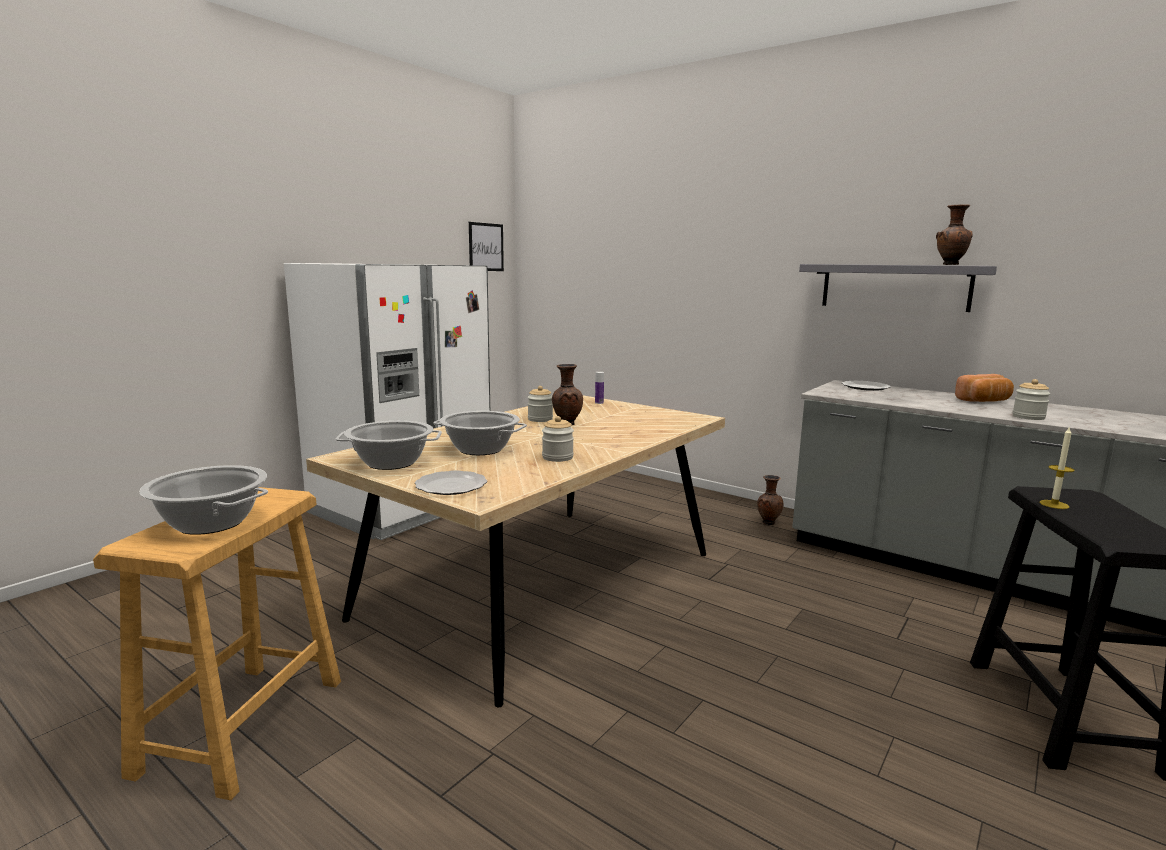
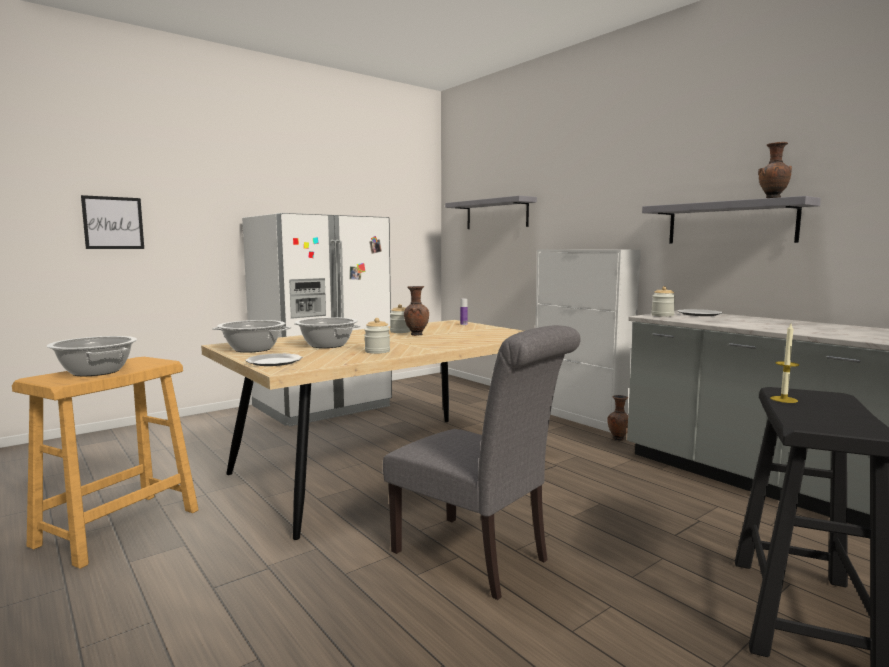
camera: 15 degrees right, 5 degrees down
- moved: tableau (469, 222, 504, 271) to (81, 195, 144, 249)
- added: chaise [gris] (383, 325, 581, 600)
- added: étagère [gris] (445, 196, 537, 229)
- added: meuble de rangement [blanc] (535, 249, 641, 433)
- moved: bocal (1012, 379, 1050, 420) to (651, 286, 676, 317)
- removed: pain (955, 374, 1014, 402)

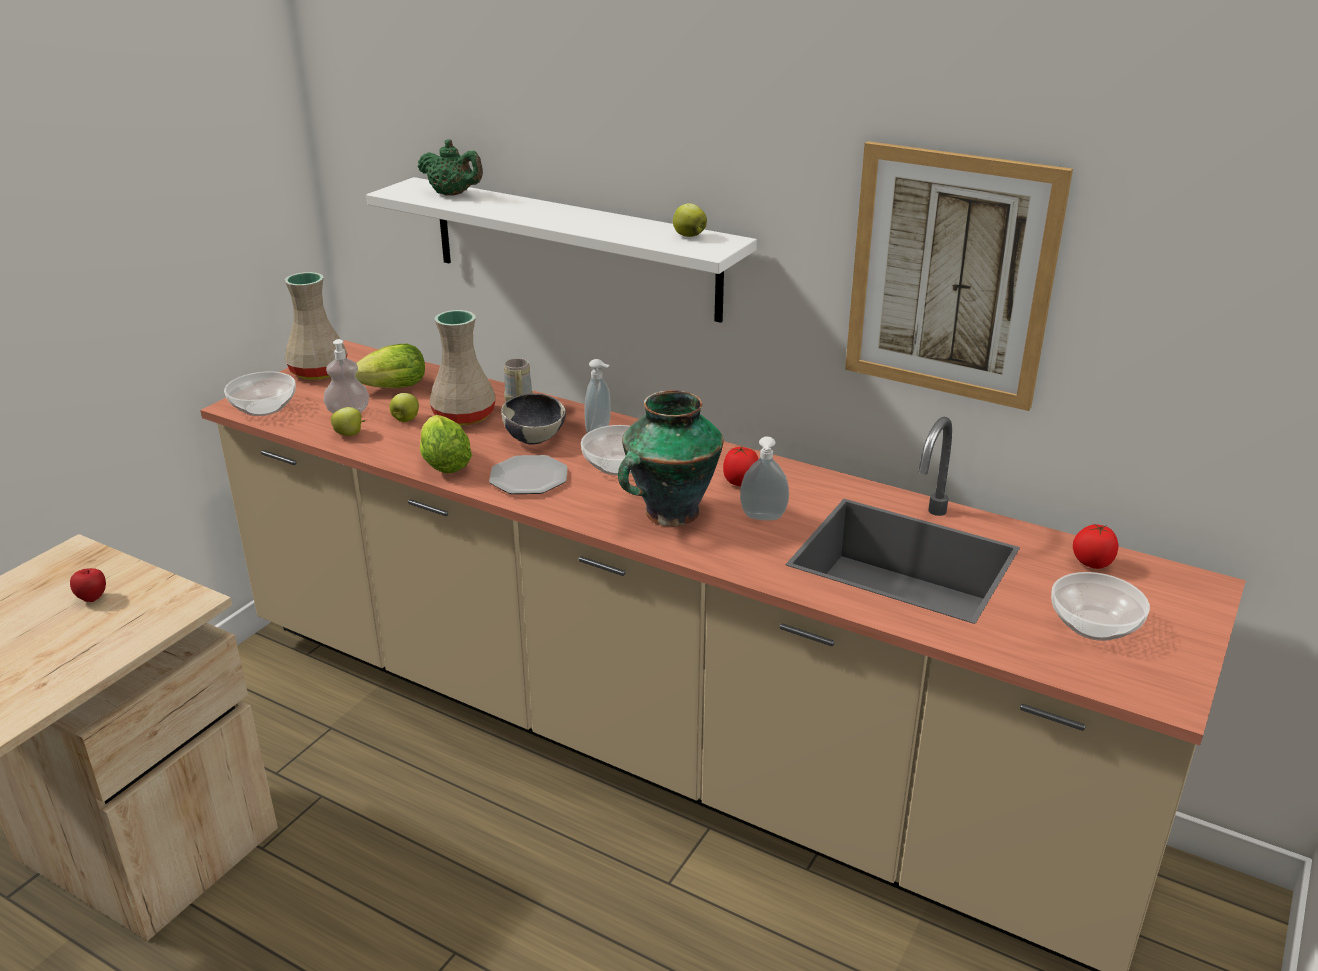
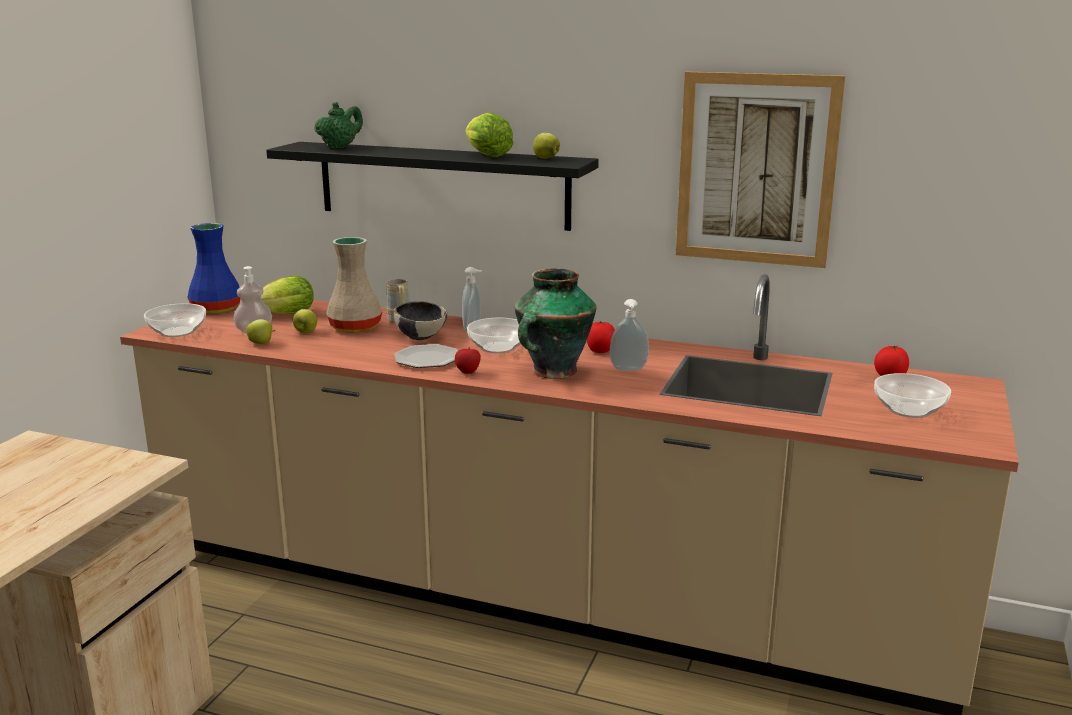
camera: 10 degrees left, 10 degrees down
- recoloured: vase [beige] (284, 272, 347, 380) to vase [bleu] (187, 223, 240, 313)
- recoloured: étagère [blanc] (366, 177, 757, 323) to étagère [noir] (266, 142, 599, 231)
- turned: théière [vert] (418, 139, 483, 196) = (315, 102, 363, 149) 75 degrees counterclockwise
- moved: pomme (70, 568, 106, 602) to (455, 347, 481, 374)
- moved: laitue (420, 415, 472, 473) to (465, 113, 513, 157)

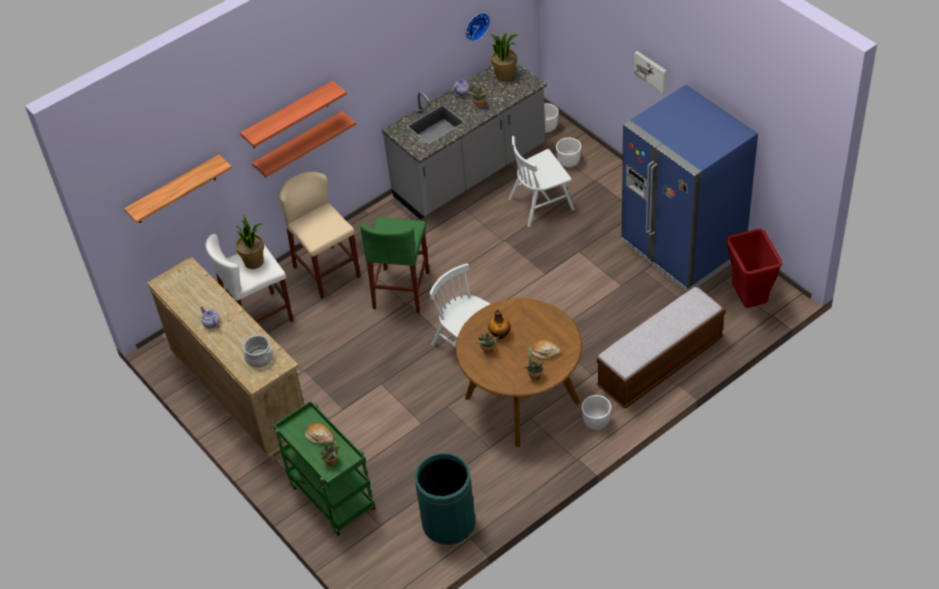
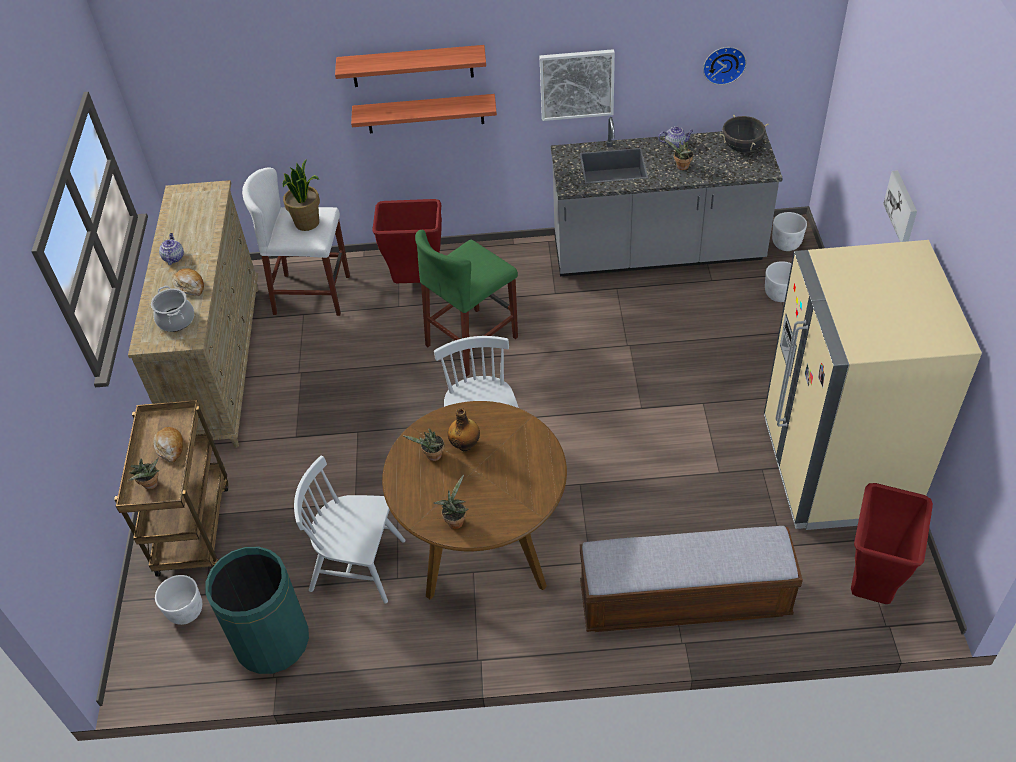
camera: 35 degrees right, 0 degrees up
- recoloured: chariot [vert] (273, 401, 376, 535) to chariot [marron] (114, 400, 228, 577)
- moved: cache-pot [blanc] (582, 395, 611, 430) to (155, 575, 202, 625)
- moved: pain (531, 340, 561, 358) to (172, 268, 204, 296)
- moved: chaise [blanc] (508, 136, 574, 227) to (294, 456, 406, 604)
- replaced: tabouret [beige] (279, 172, 360, 298) to poubelle [rouge] (372, 199, 442, 283)
- added: tableau (539, 49, 615, 121)
- replaced: plante en pot (490, 33, 519, 82) to marmite [noir] (719, 114, 769, 152)
- recoloured: réfrigérateur [bleu] (621, 85, 758, 292) to réfrigérateur [beige] (764, 240, 982, 530)
- removed: étagère (124, 155, 232, 223)

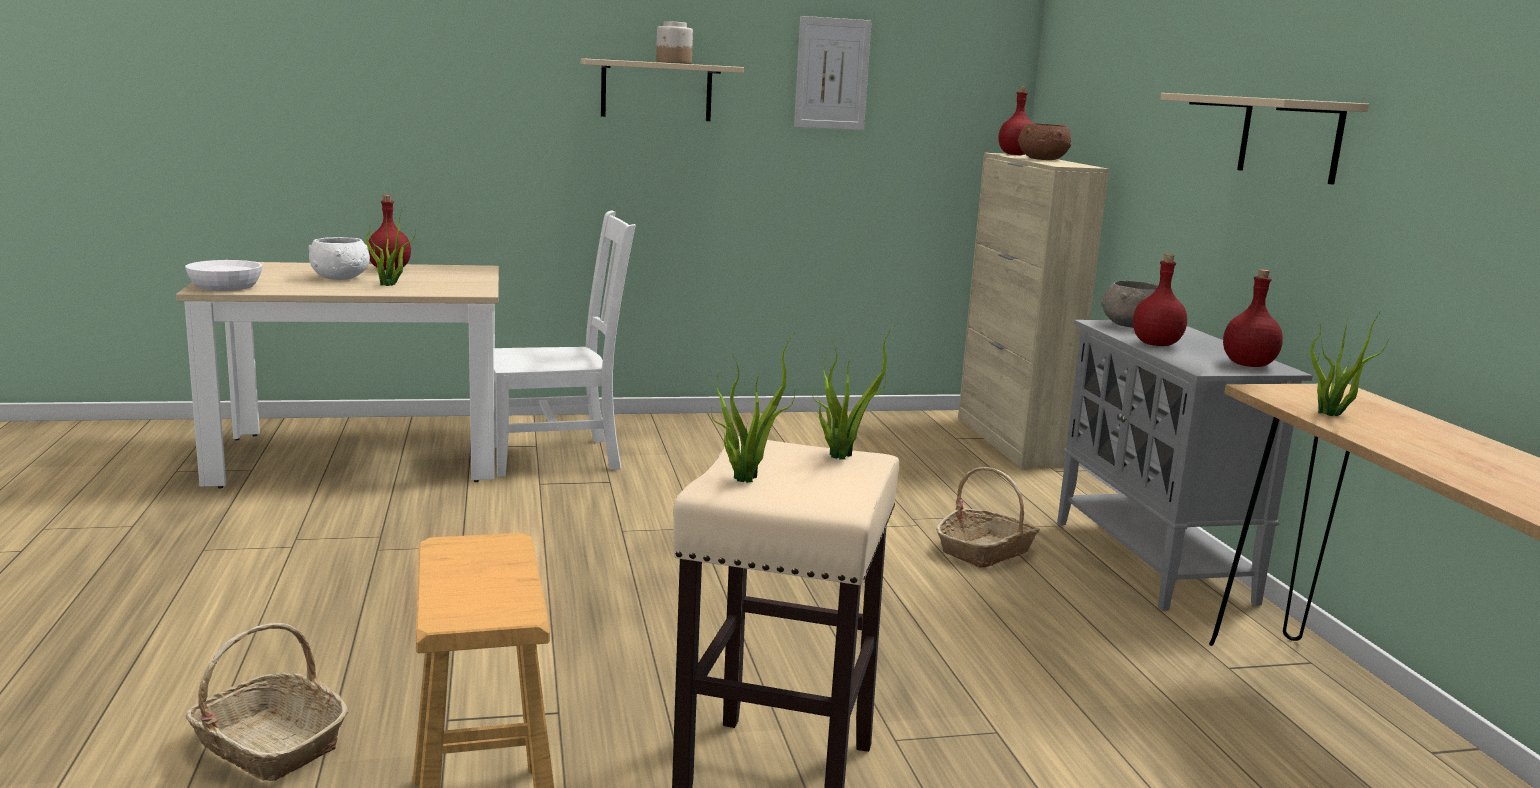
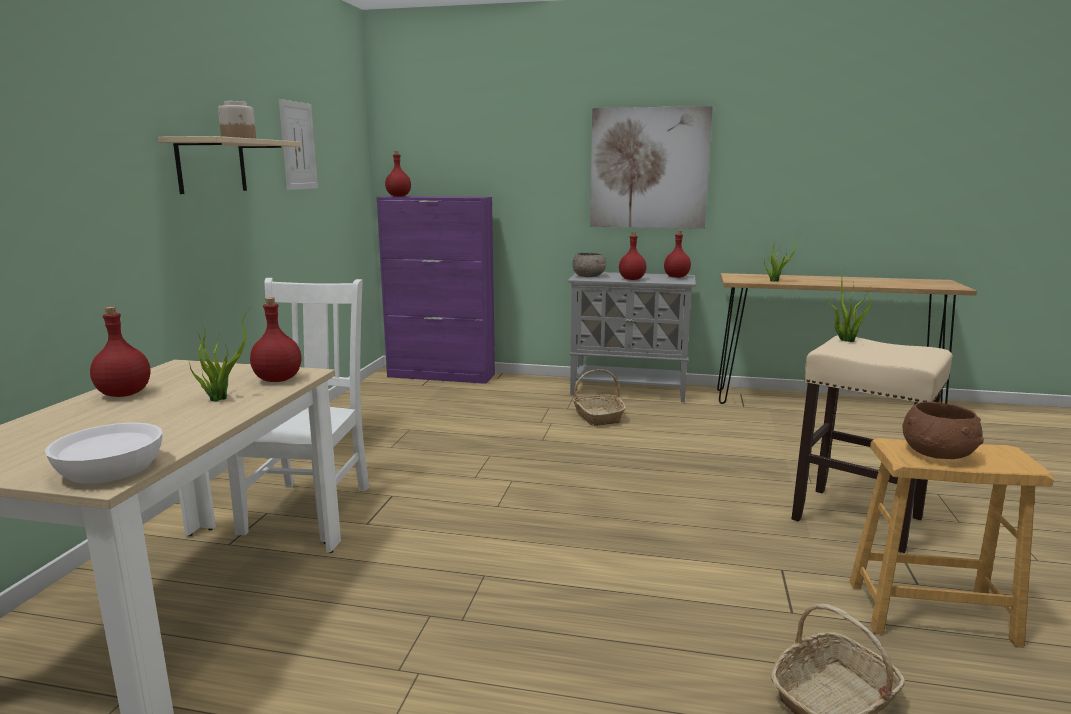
camera: 65 degrees left, 0 degrees up
- added: bouteille [rouge] (250, 297, 301, 382)
- recoloured: meuble de rangement [beige] (958, 153, 1109, 468) to meuble de rangement [violet] (377, 196, 495, 384)
- replaced: étagère [beige] (1160, 93, 1369, 185) to tableau (590, 106, 713, 229)
- moved: bol [marron] (1018, 123, 1071, 160) to (902, 402, 984, 459)
- removed: bol [blanc] (308, 237, 370, 280)
- removed: plante en pot (711, 332, 795, 483)

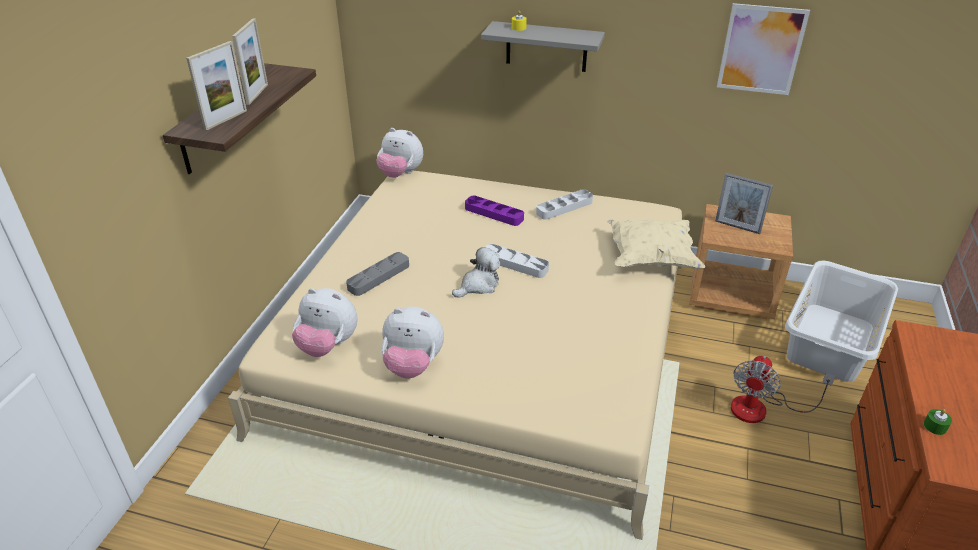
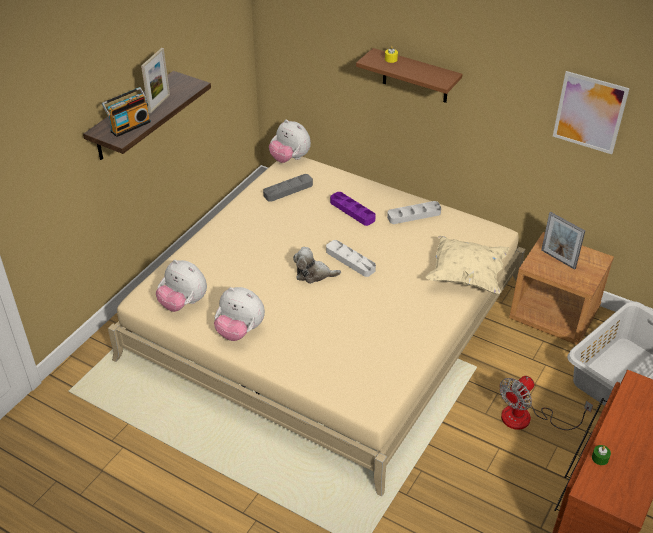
camera: 15 degrees right, 5 degrees up
- replaced: cadre photo (186, 41, 247, 130) to radio (102, 87, 151, 137)
- moved: plateau [gris] (346, 252, 409, 296) to (263, 174, 313, 202)
- turned: peluche (452, 247, 500, 298) = (293, 247, 341, 284) 150 degrees counterclockwise
- recoloured: étagère [gris] (481, 21, 605, 72) to étagère [marron] (356, 48, 462, 103)

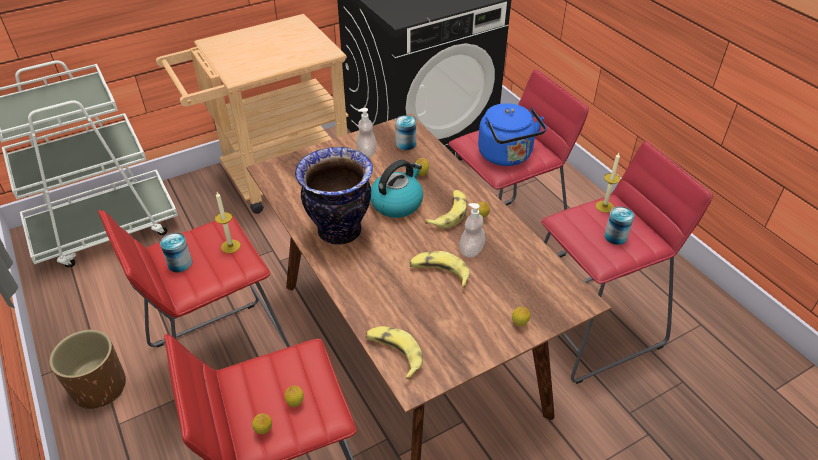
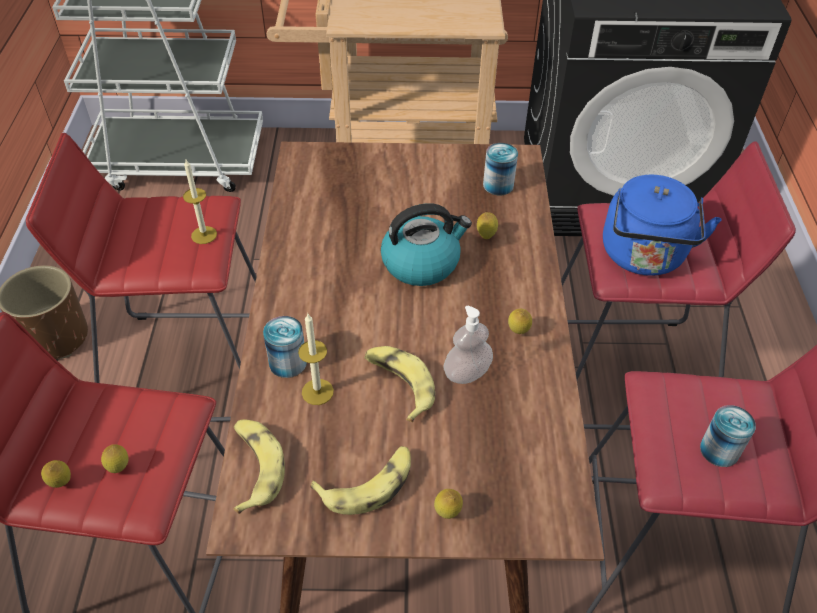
camera: 30 degrees right, 5 degrees up
- moved: boîte métallique (160, 233, 192, 273) to (263, 316, 307, 378)
- moved: bougie (596, 153, 620, 213) to (298, 314, 334, 405)
- moved: banane (425, 190, 467, 228) to (310, 446, 411, 515)
- removed: vase (295, 147, 373, 245)
- removed: distributeur de savon (356, 108, 377, 158)

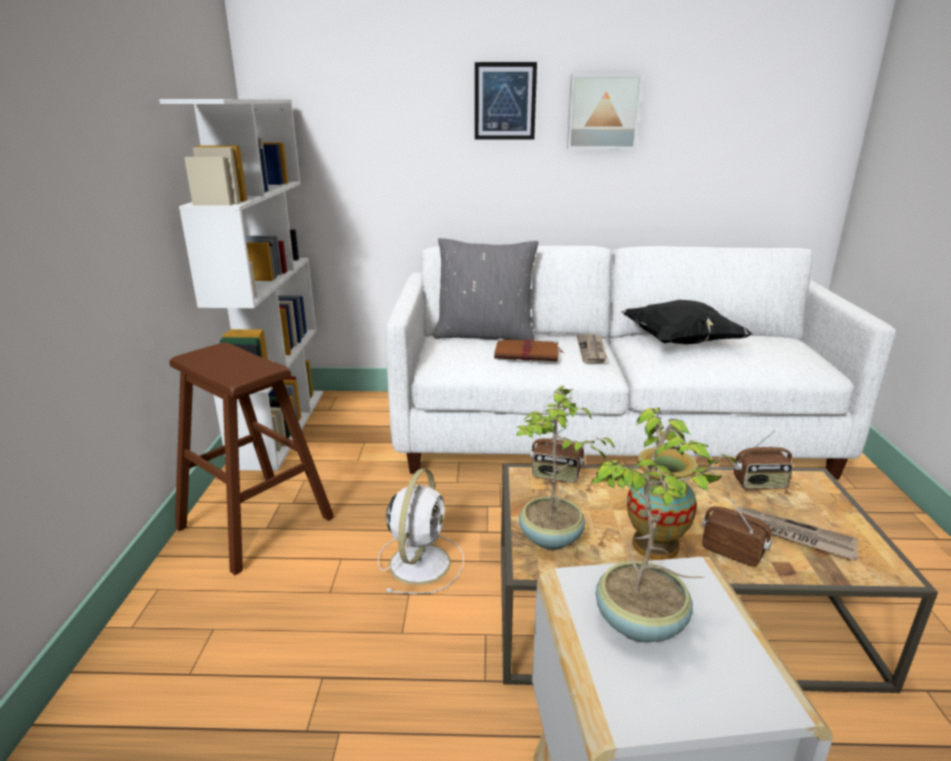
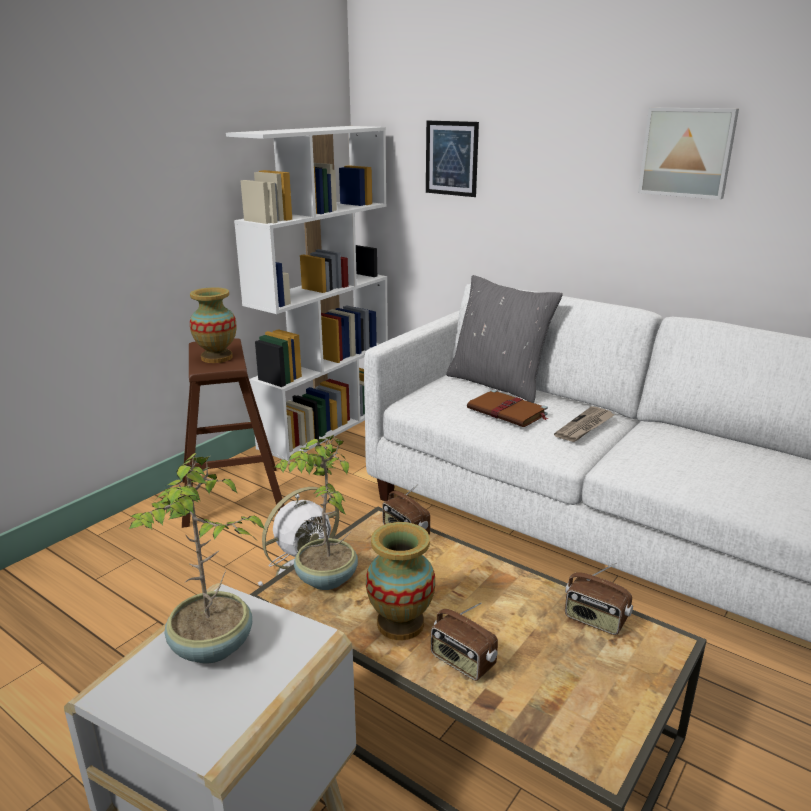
camera: 35 degrees right, 0 degrees up
- added: vase (190, 287, 237, 363)
- moved: tableau (475, 62, 537, 140) to (426, 121, 479, 197)
- turned: radio (702, 497, 772, 567) = (431, 602, 498, 681) 150 degrees clockwise
- removed: coussin [noir] (622, 300, 753, 344)
- removed: journal (736, 507, 858, 559)

